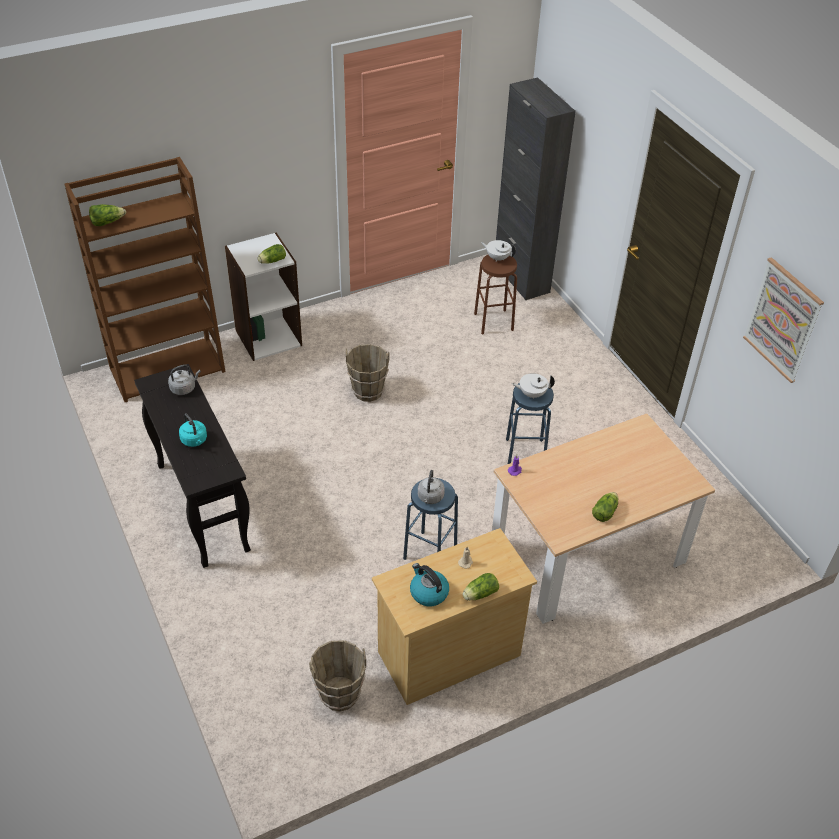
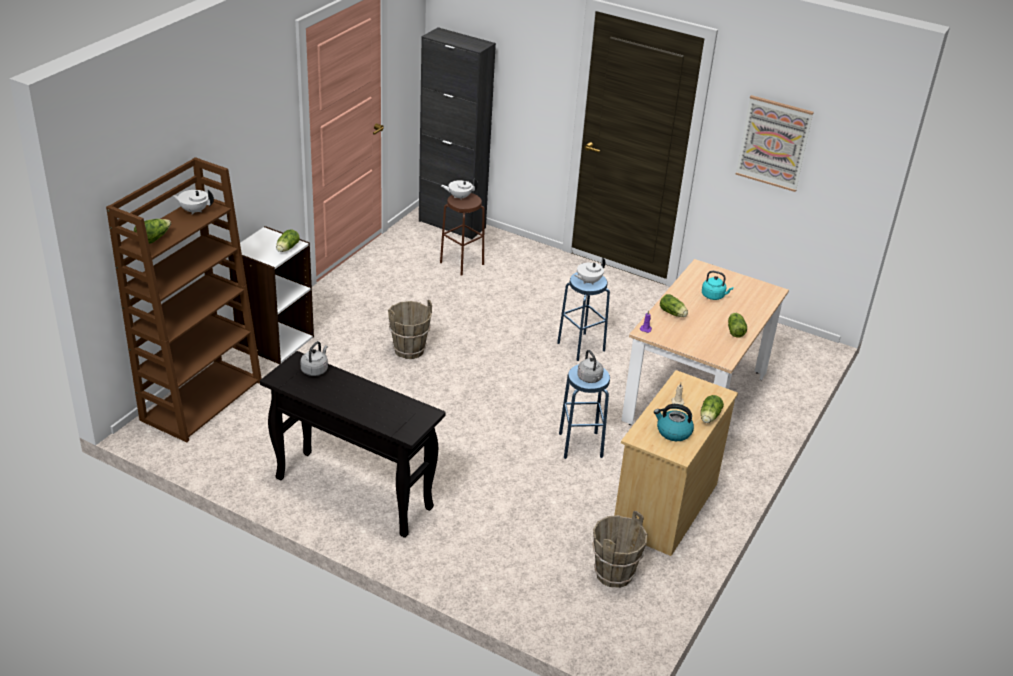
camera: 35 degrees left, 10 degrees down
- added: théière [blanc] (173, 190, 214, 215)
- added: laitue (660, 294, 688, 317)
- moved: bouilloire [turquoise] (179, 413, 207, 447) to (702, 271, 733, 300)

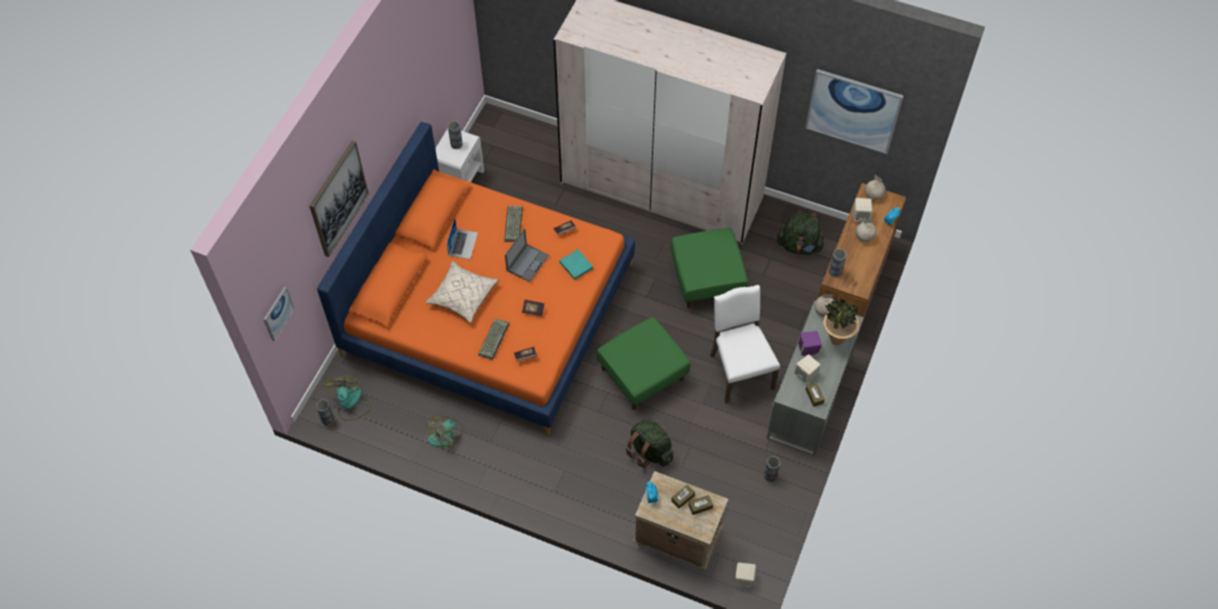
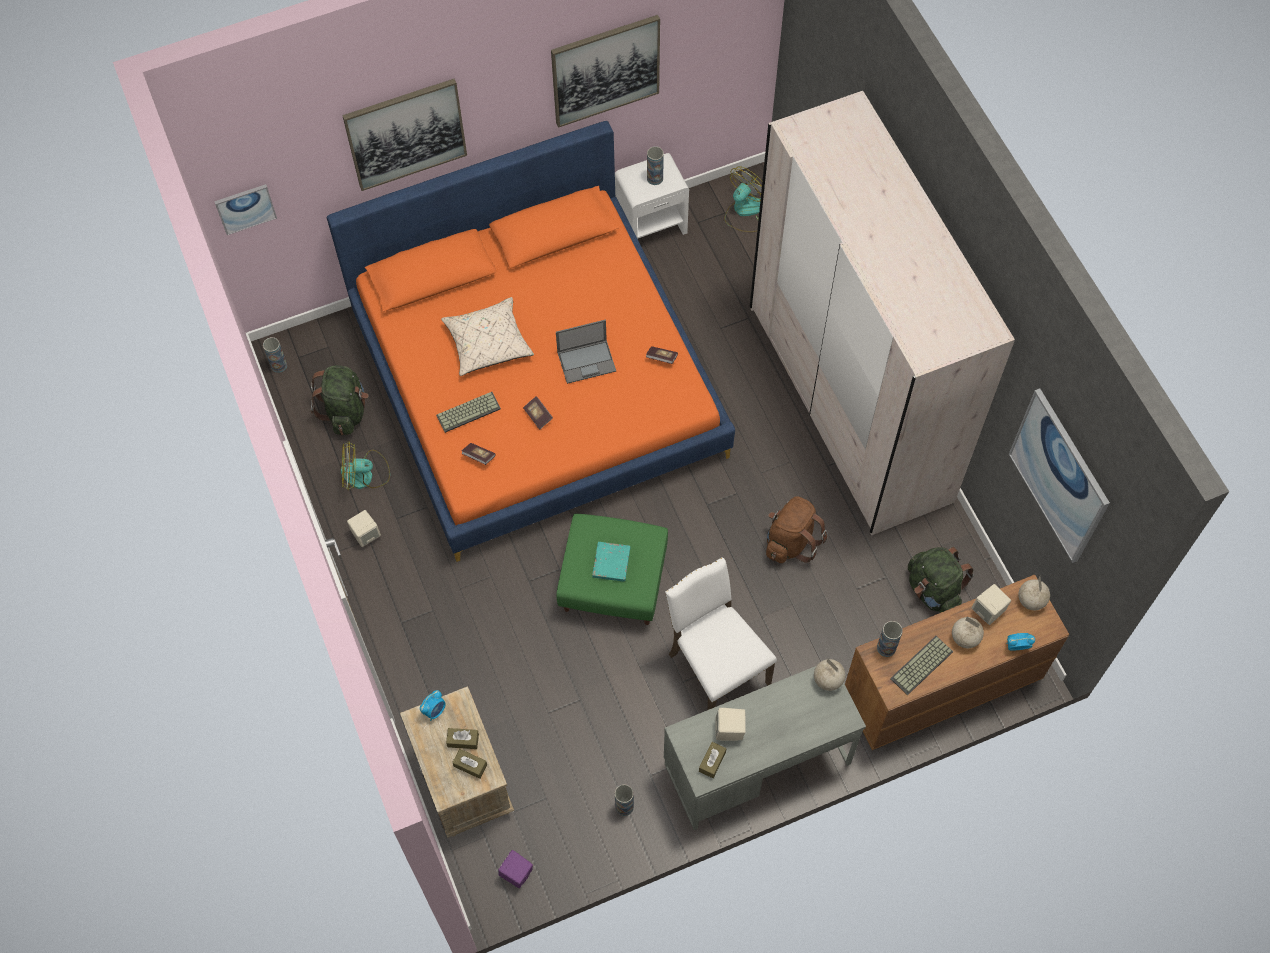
camera: 45 degrees right, 5 degrees up
- moved: sac à dos [vert] (626, 418, 673, 468) to (311, 365, 369, 435)
- moved: enceinte [beige] (735, 562, 756, 588) to (347, 510, 381, 547)
- moved: enceinte [violet] (797, 331, 822, 357) to (498, 850, 533, 888)
- added: tableau (551, 15, 660, 128)
- moved: livre [turquoise] (559, 249, 593, 280) to (592, 542, 630, 582)
- turned: chaise [blanc] (710, 285, 780, 404) = (665, 557, 777, 710) 60 degrees counterclockwise
- moved: ventilateur (325, 376, 371, 421) to (724, 166, 762, 232)
- replaced: pouf [vert] (671, 228, 748, 308) to sac à dos [marron] (766, 496, 827, 563)
- moved: clavier (504, 206, 523, 242) to (890, 636, 953, 695)
- removed: ordinateur portable (447, 218, 478, 259)
- removed: plante en pot (823, 298, 860, 345)

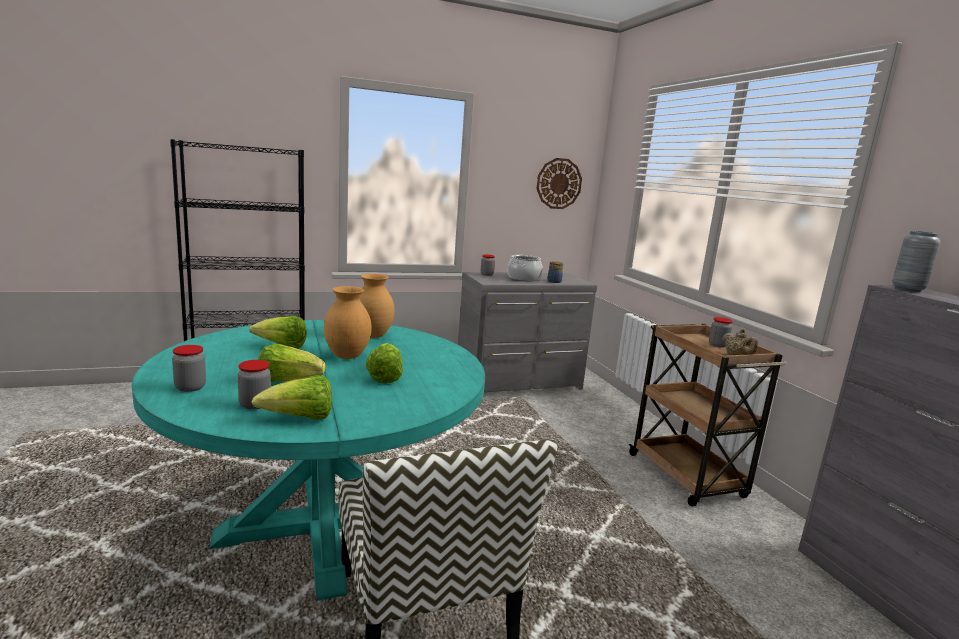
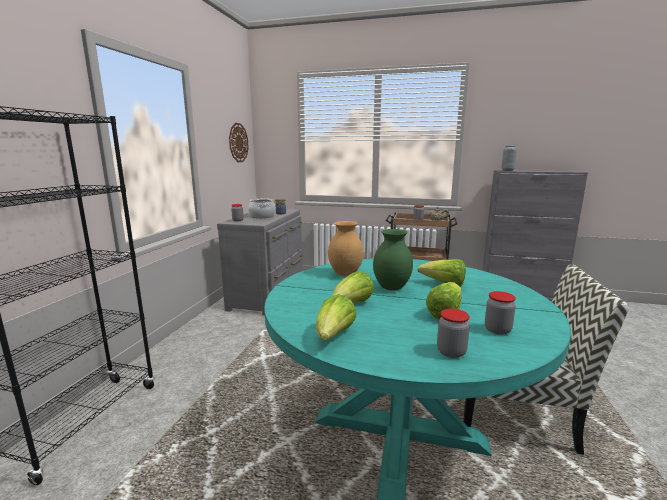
camera: 55 degrees left, 0 degrees up
- moved: laitue (252, 375, 332, 420) to (316, 294, 356, 340)
- recoloured: vase [marron] (324, 286, 372, 359) to vase [vert] (373, 229, 413, 291)

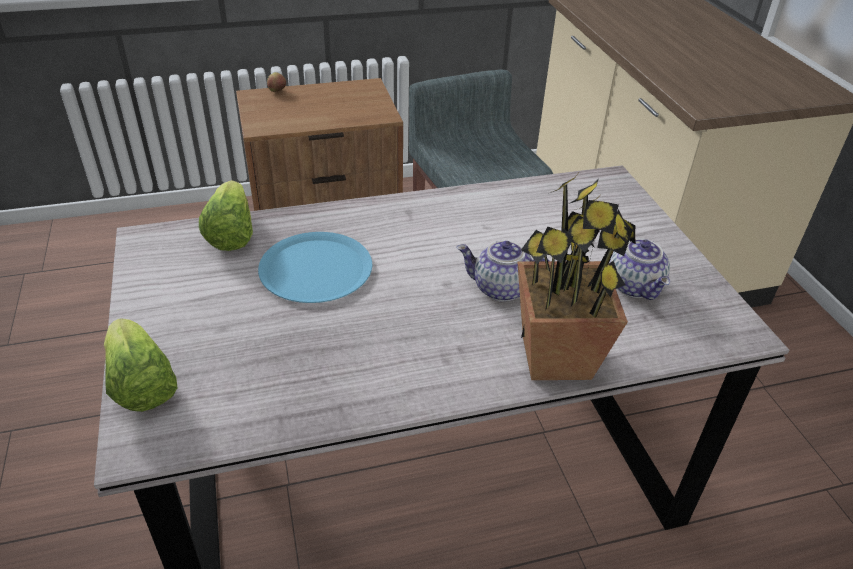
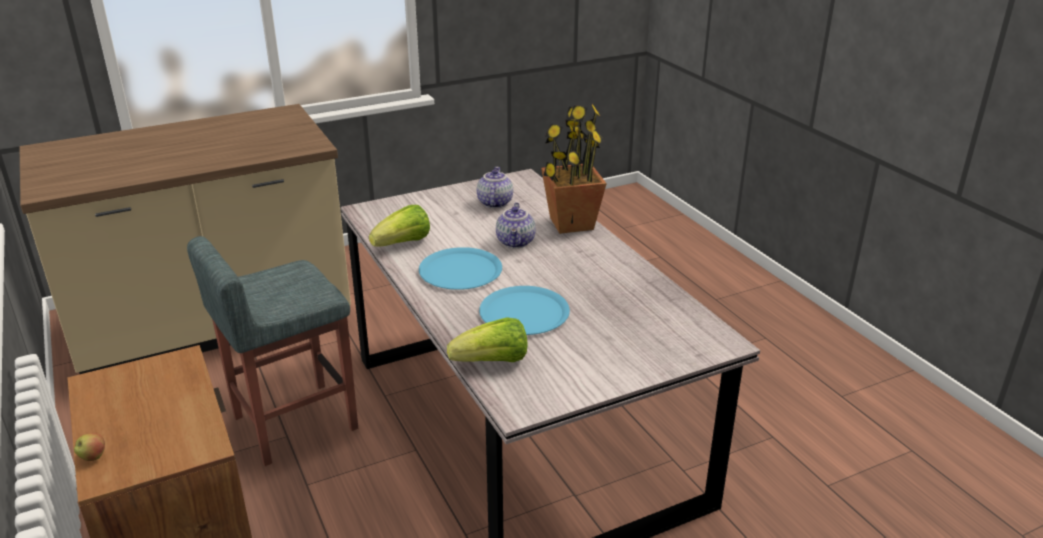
camera: 100 degrees left, 10 degrees down
- moved: laitue (104, 318, 177, 412) to (369, 205, 430, 247)
- added: assiette [bleu] (419, 247, 502, 290)
- turned: théière (610, 238, 670, 300) = (477, 167, 513, 208) 60 degrees counterclockwise

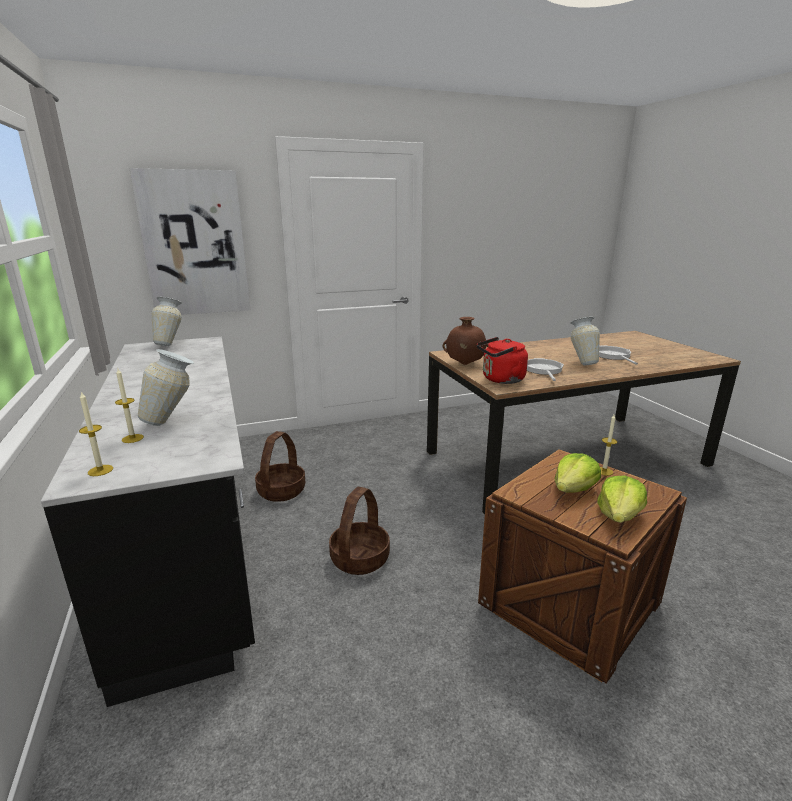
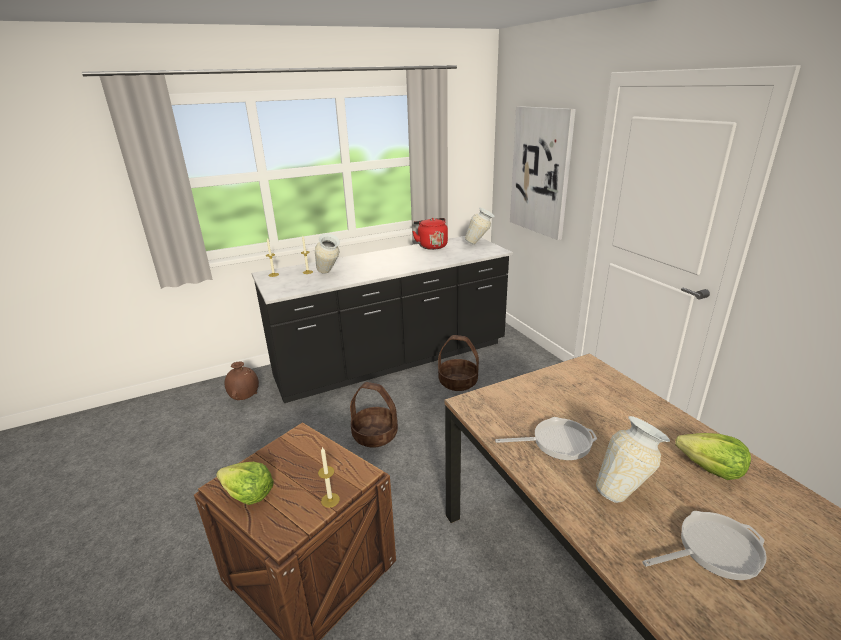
camera: 85 degrees right, 5 degrees up
- moved: vase [marron] (443, 317, 489, 365) to (225, 362, 259, 400)
- moved: bouilloire [rouge] (477, 337, 528, 384) to (412, 218, 448, 250)
- moved: laitue (554, 453, 601, 493) to (675, 433, 751, 480)

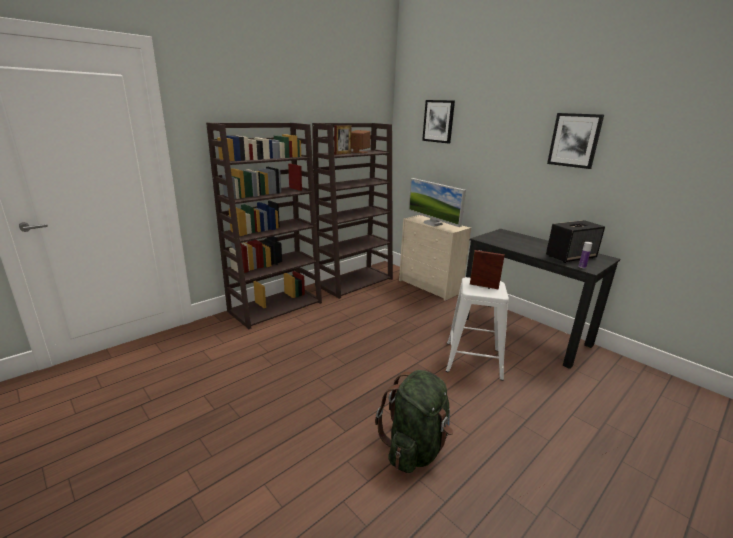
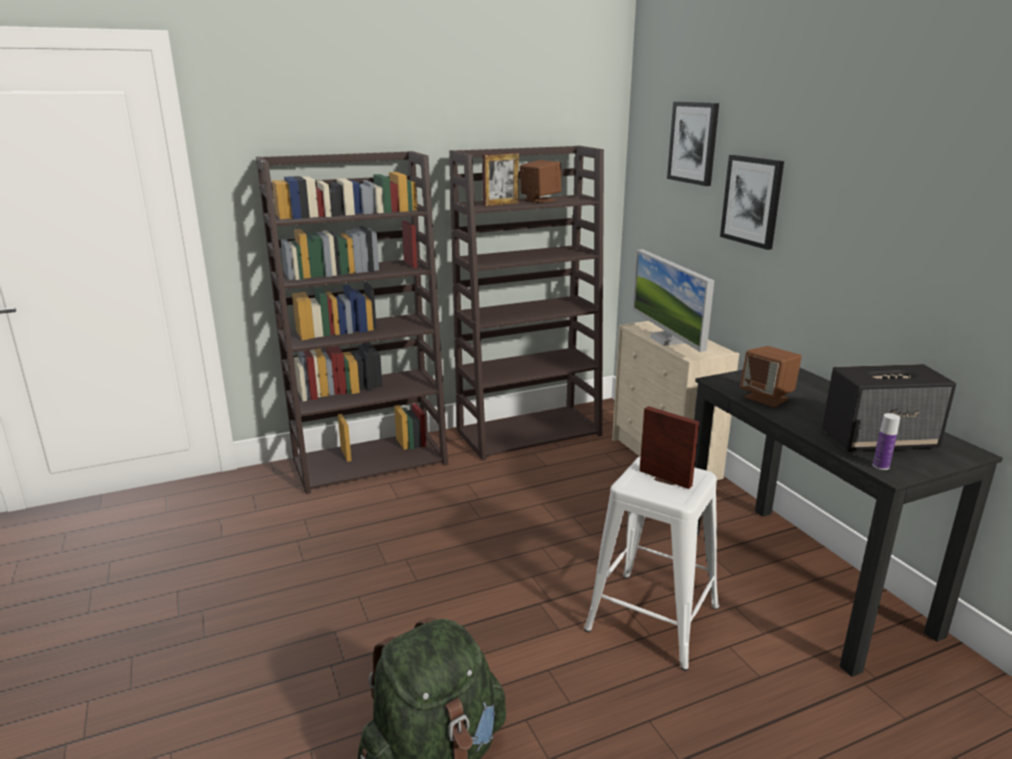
camera: 20 degrees right, 0 degrees up
- moved: tableau (547, 113, 604, 169) to (720, 155, 784, 250)
- added: enceinte [marron] (740, 346, 802, 408)

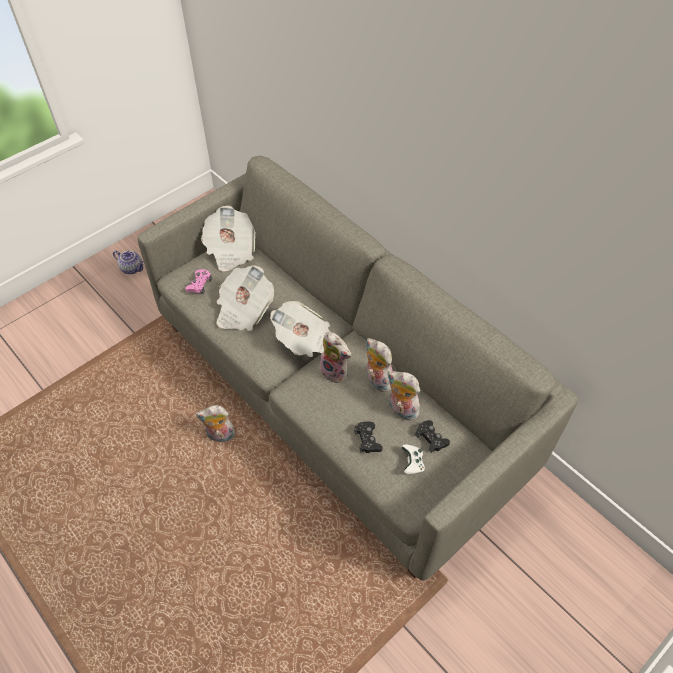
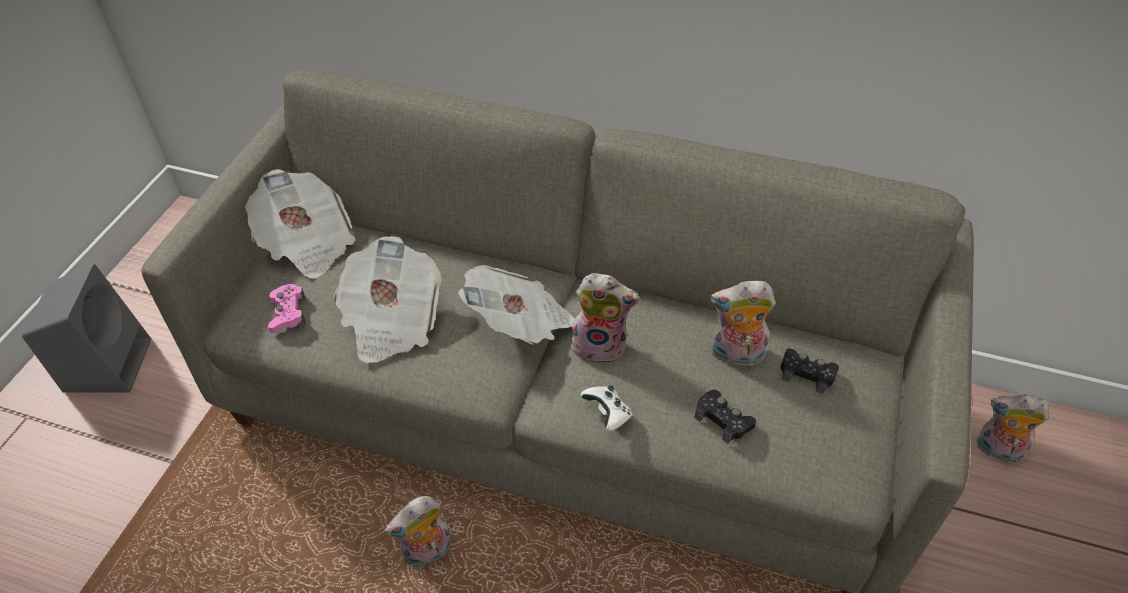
camera: 30 degrees left, 5 degrees down
- replaced: théière (113, 250, 144, 274) to enceinte [gris] (22, 264, 151, 393)
- moved: manette [blanc] (401, 445, 425, 474) to (581, 385, 633, 431)
- moved: peluche (367, 338, 393, 392) to (976, 395, 1049, 466)

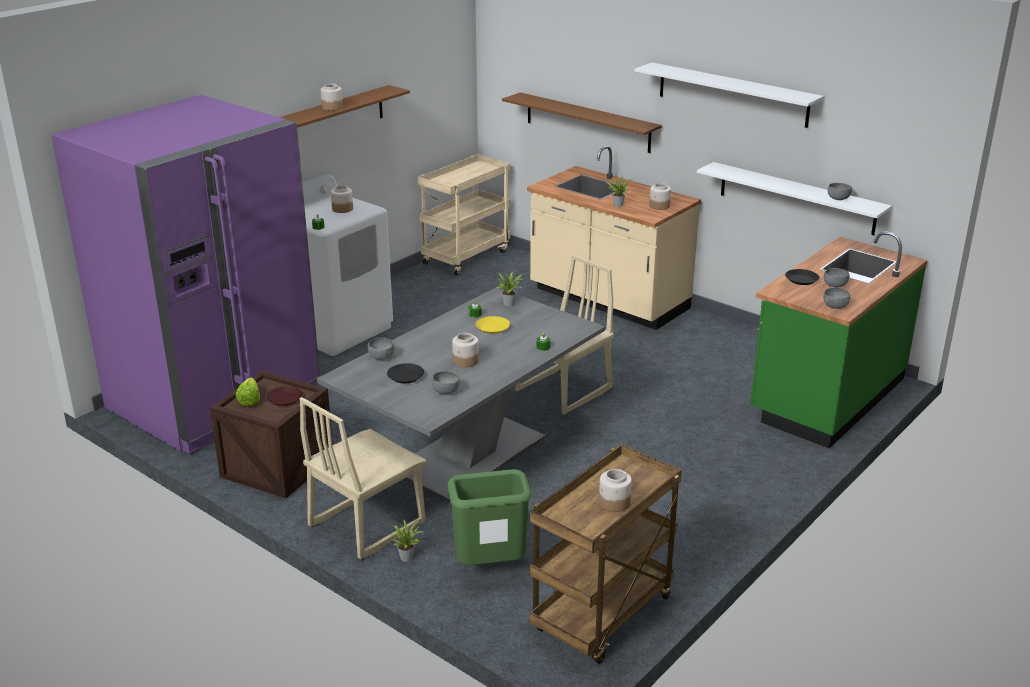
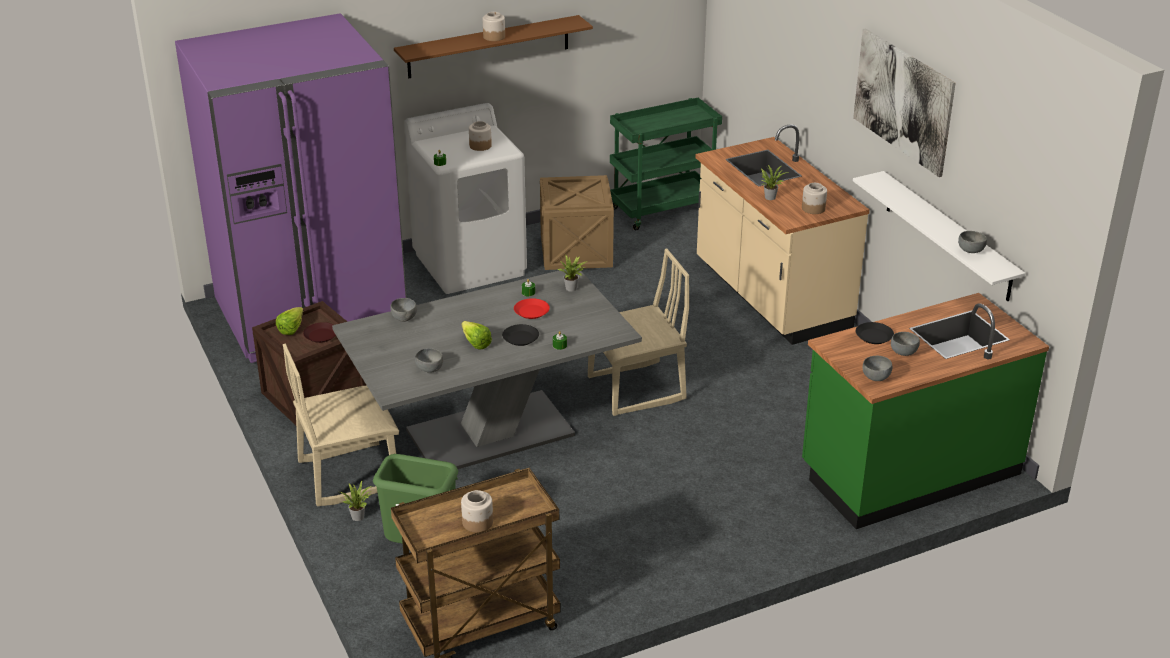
camera: 25 degrees right, 5 degrees up
- replaced: bocal (452, 333, 479, 367) to laitue (462, 321, 492, 349)
- moved: assiette [noir] (387, 363, 424, 384) to (502, 324, 539, 346)
- recoloured: assiette [jaune] (476, 316, 510, 334) to assiette [rouge] (514, 298, 550, 319)
- added: caisse (540, 175, 614, 270)
- recoloured: chariot [beige] (418, 154, 511, 276) to chariot [vert] (610, 98, 722, 230)
- replaced: étagère [blanc] (635, 62, 824, 128) to tableau (853, 28, 956, 177)
- removed: étagère [marron] (502, 92, 662, 153)

